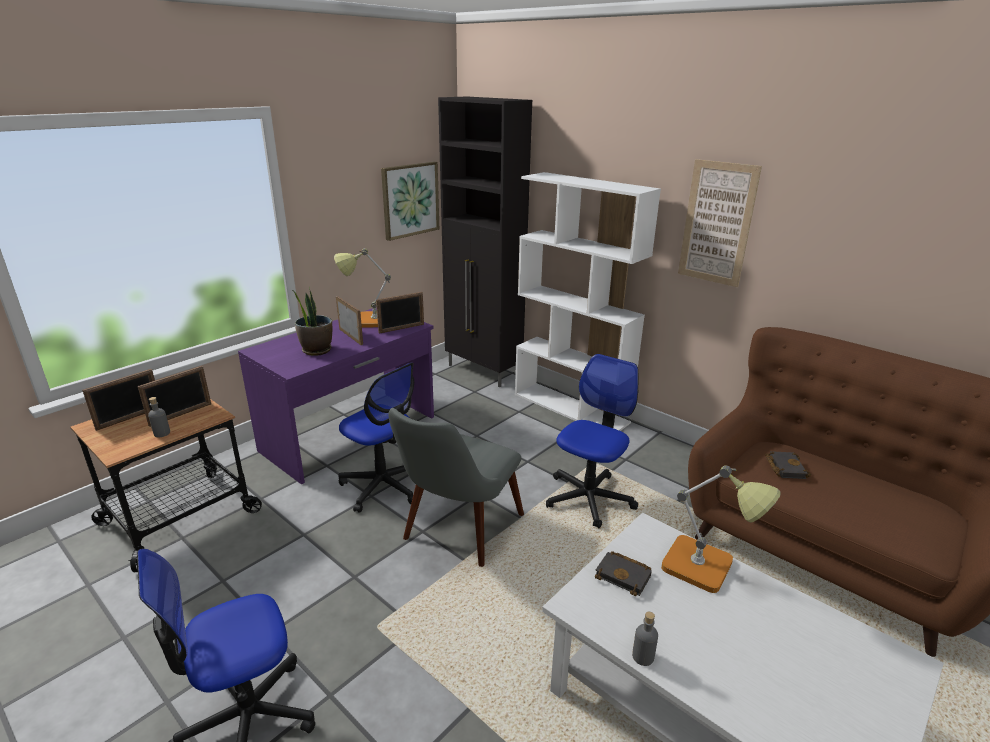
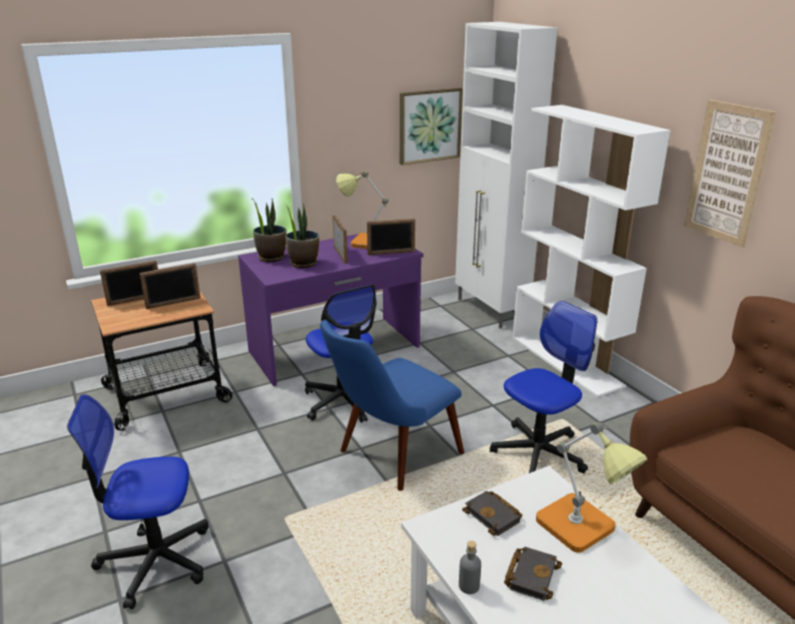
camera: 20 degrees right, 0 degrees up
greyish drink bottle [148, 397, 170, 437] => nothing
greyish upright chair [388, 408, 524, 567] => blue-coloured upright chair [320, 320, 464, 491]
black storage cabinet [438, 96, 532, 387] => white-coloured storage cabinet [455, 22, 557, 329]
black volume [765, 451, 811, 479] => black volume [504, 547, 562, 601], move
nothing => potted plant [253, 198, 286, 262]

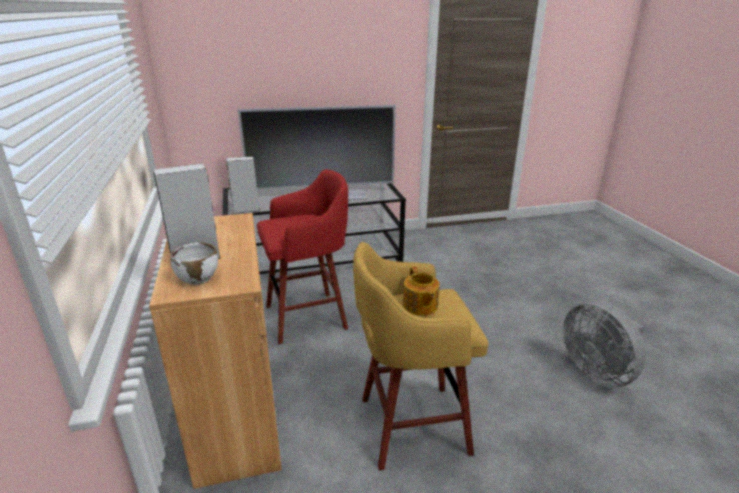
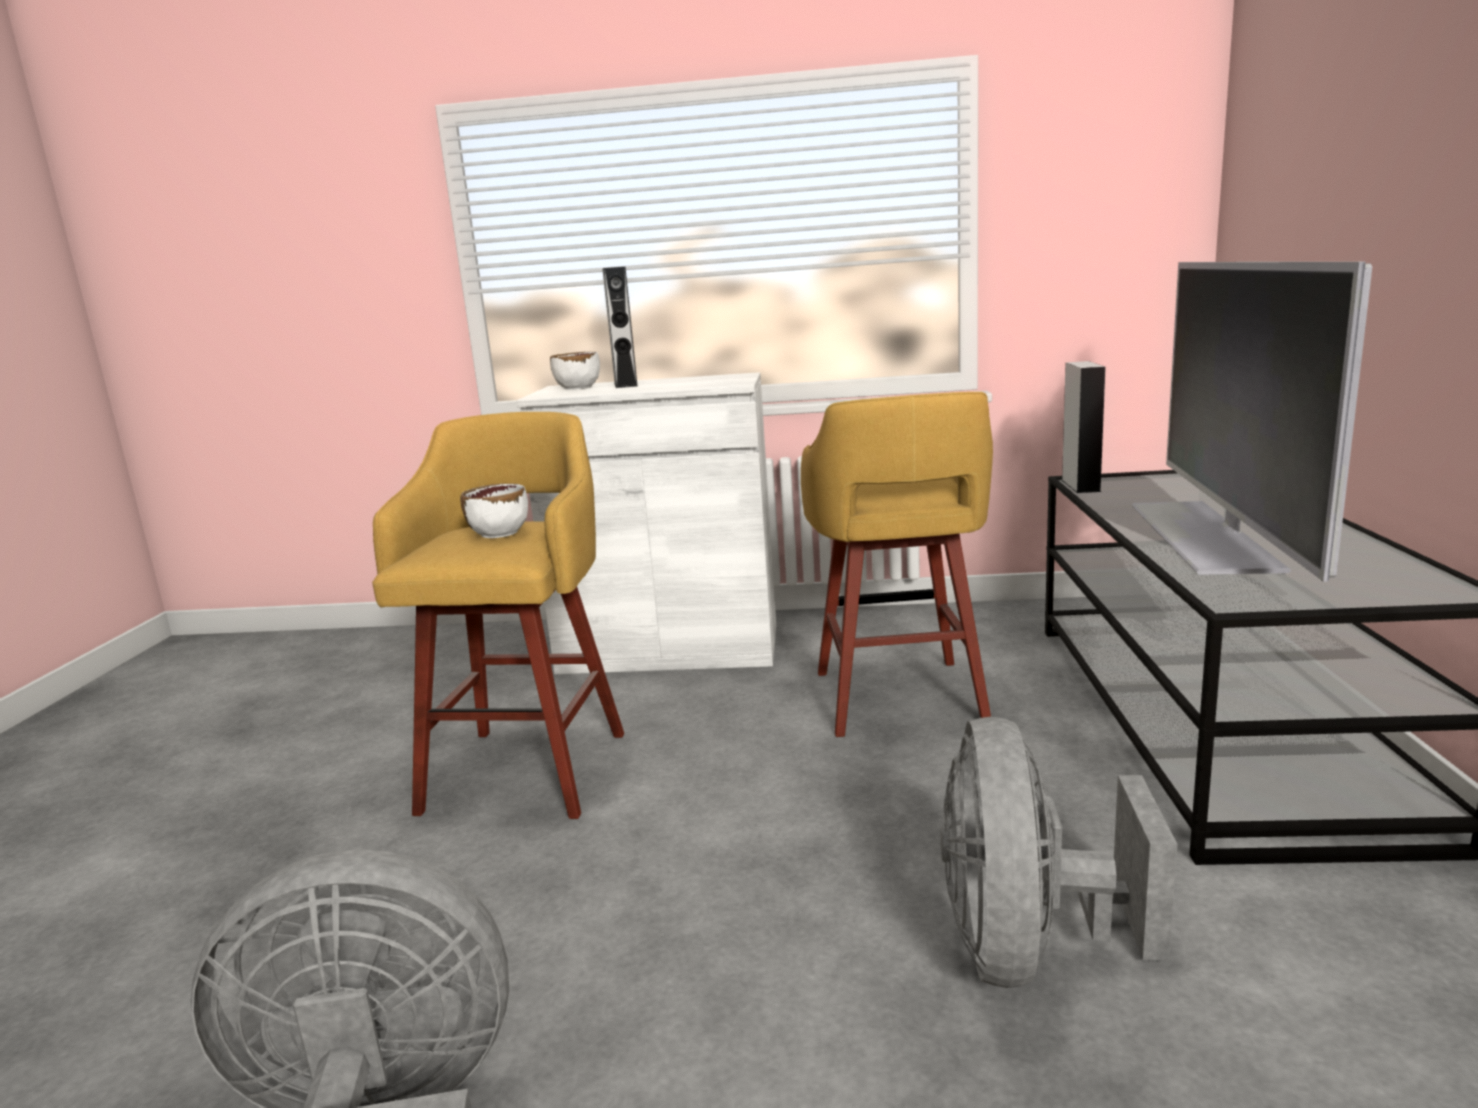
camera: 110 degrees right, 10 degrees down
brownish storage cabinet [149, 213, 282, 489] => white-coloured storage cabinet [517, 372, 776, 674]
reddish sitting stool [257, 170, 348, 344] => yellow sitting stool [801, 392, 993, 737]
pot for tea [403, 266, 440, 316] => white-coloured deep dish [460, 483, 528, 538]
nothing => greyish fan [940, 717, 1178, 988]

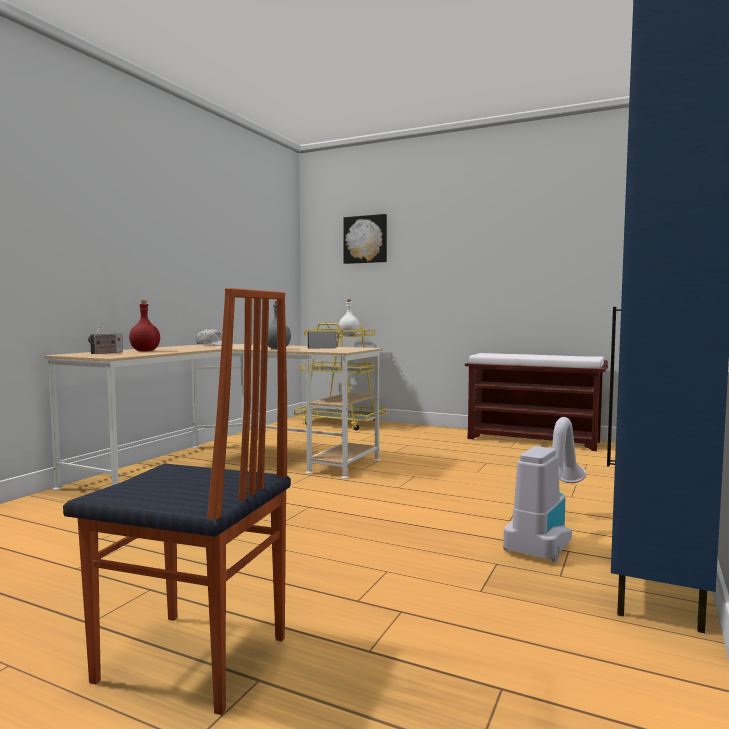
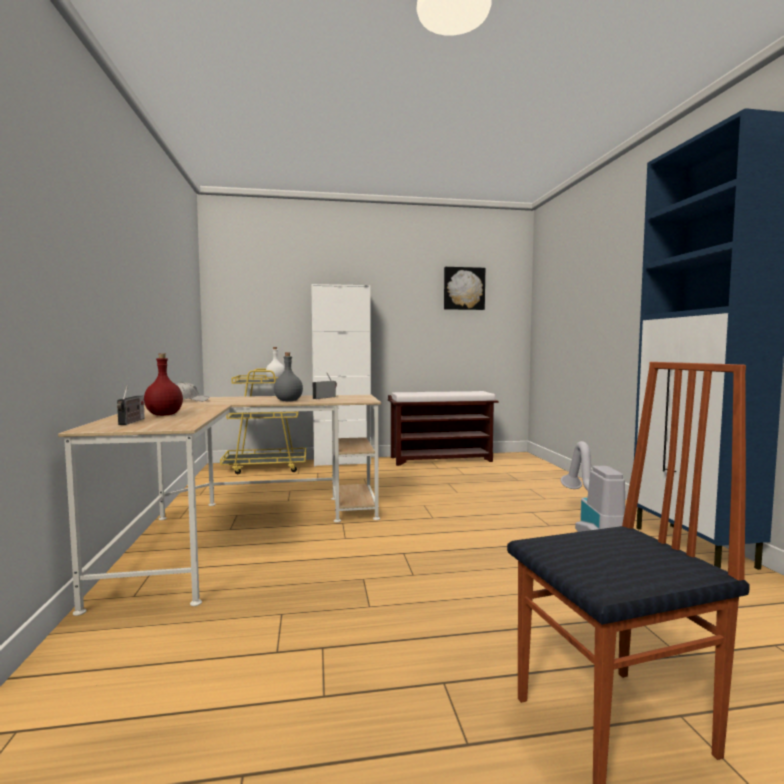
camera: 35 degrees left, 0 degrees up
wall art [343, 214, 387, 264] => wall art [444, 267, 485, 310], move
nothing => white-coloured storage cabinet [311, 284, 371, 467]

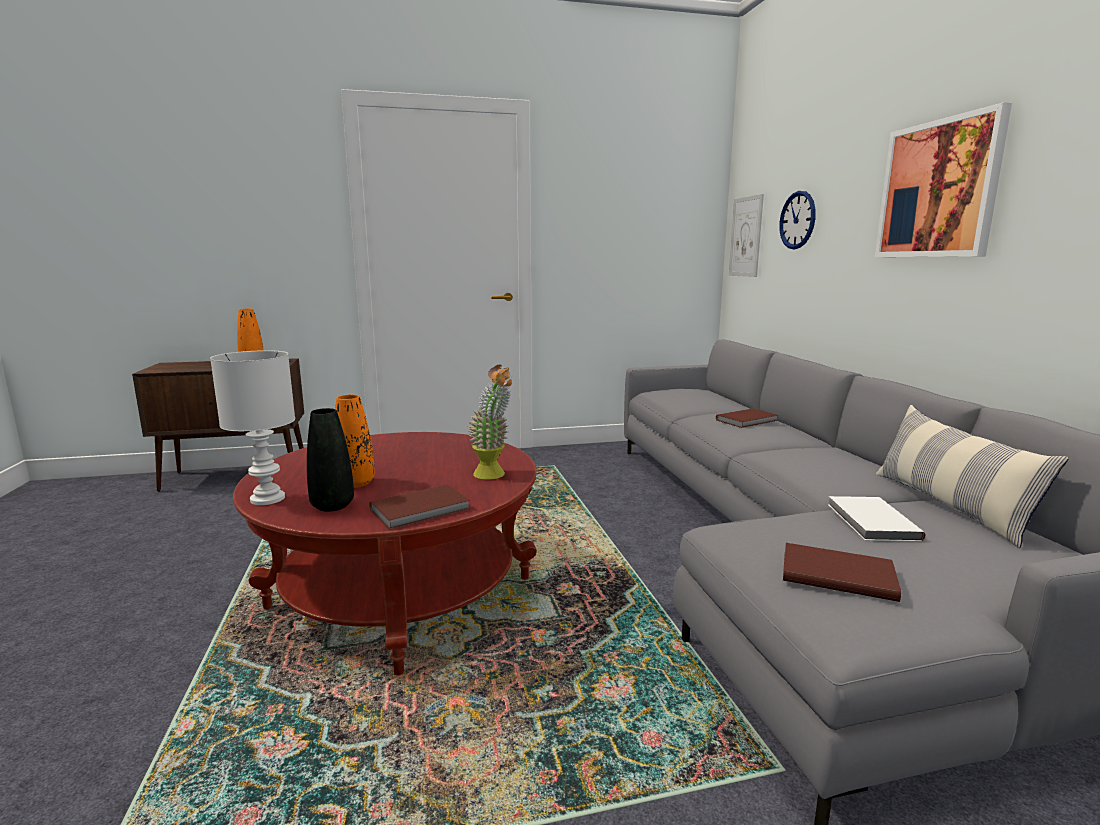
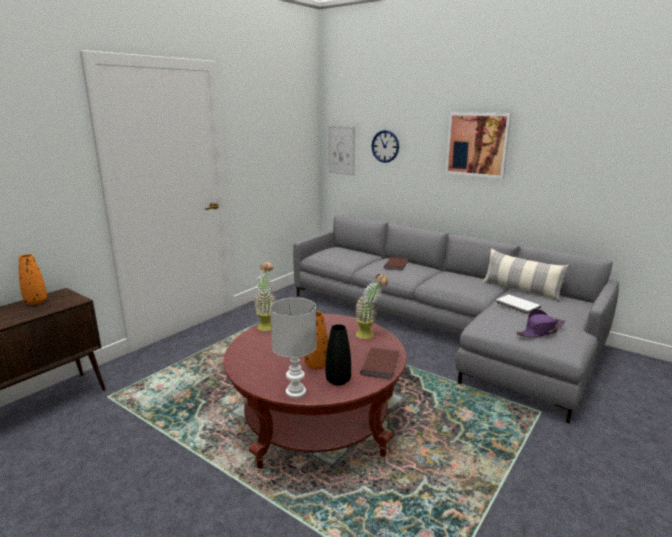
camera: 40 degrees left, 5 degrees up
brownish volume [783, 543, 901, 602] => purplish hat [516, 309, 565, 337]
nothing => potted plant [254, 262, 275, 331]

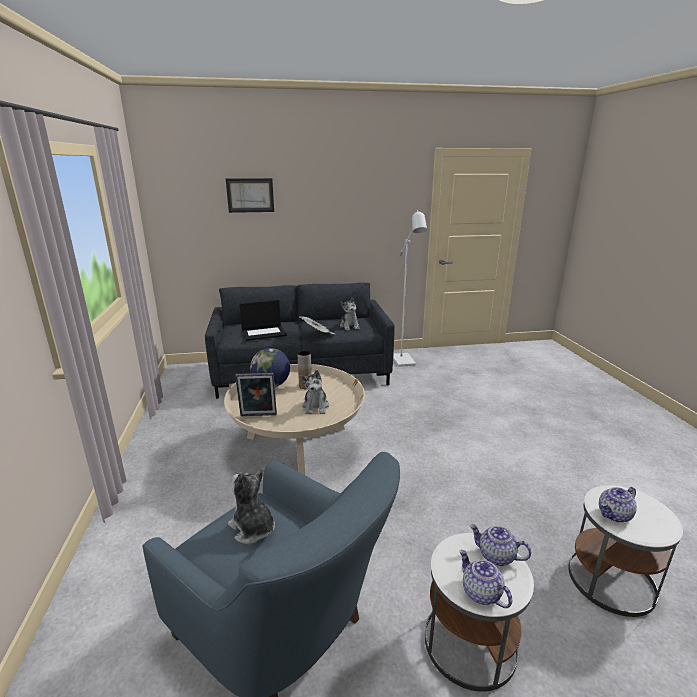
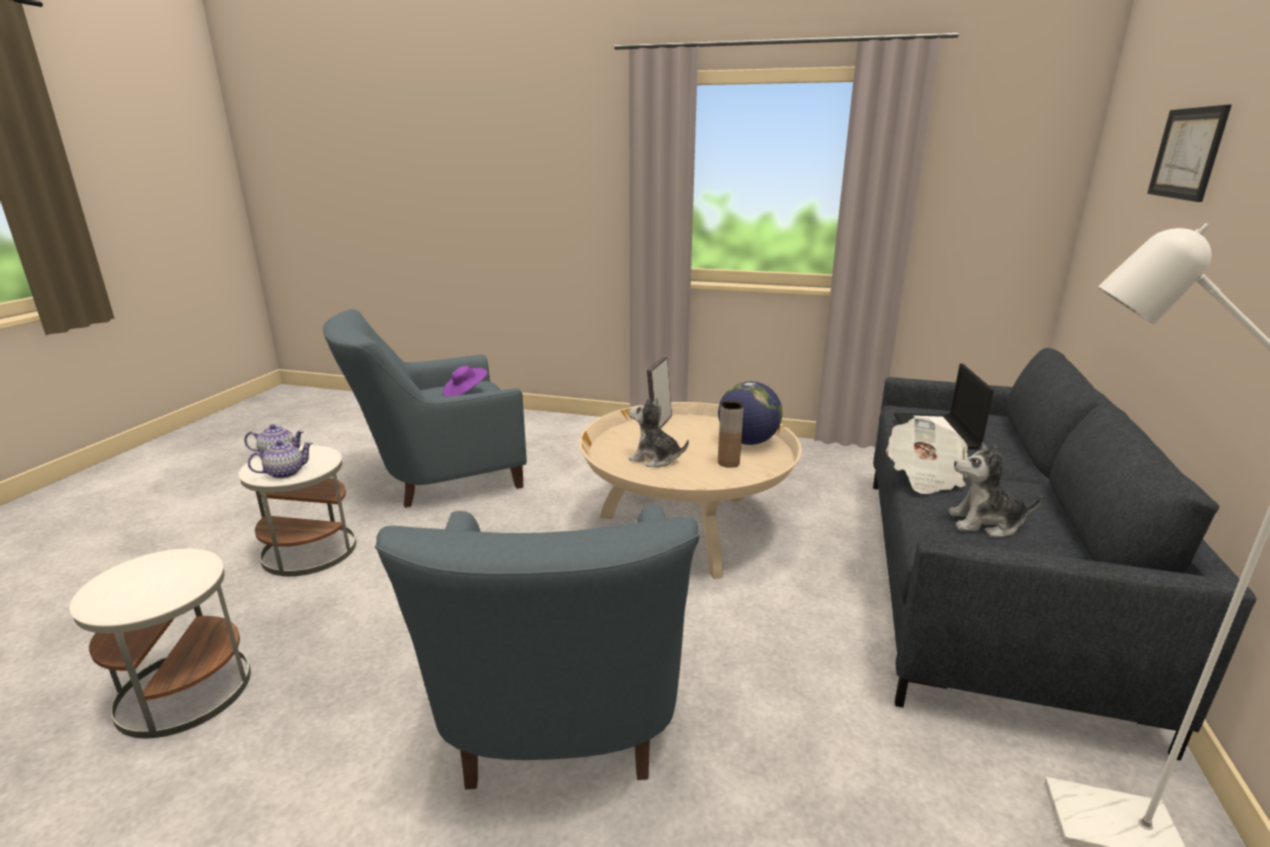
camera: 115 degrees right, 0 degrees up
plush toy [228, 469, 275, 544] => purplish hat [443, 366, 488, 397]
pot for tea [599, 487, 637, 523] => nothing
nothing => blue-coloured easy chair [375, 505, 700, 790]

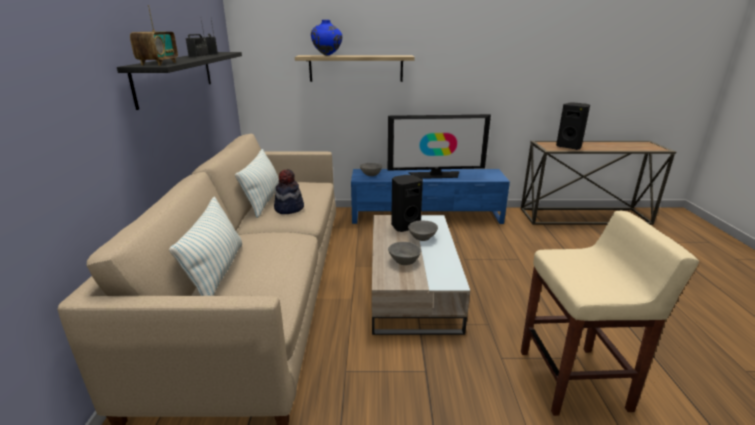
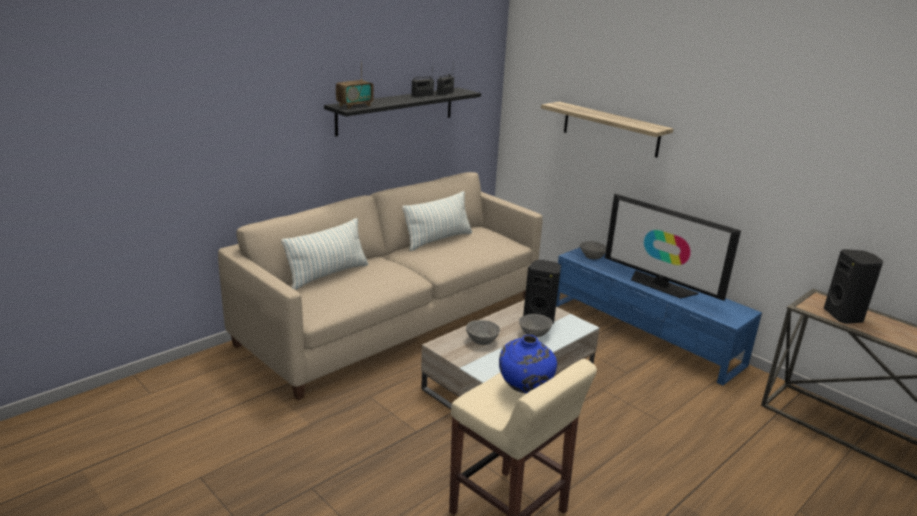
camera: 45 degrees right, 0 degrees up
hat [274, 169, 304, 214] => nothing
blue-coloured decorative vase [311, 20, 342, 56] => blue-coloured decorative vase [499, 335, 557, 393], move

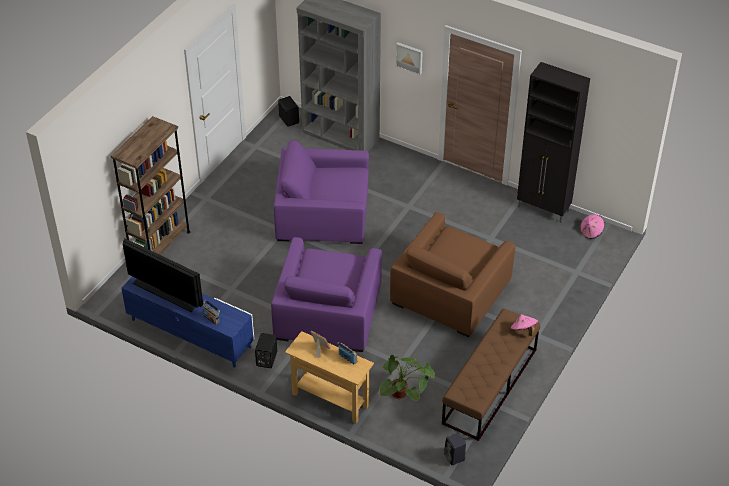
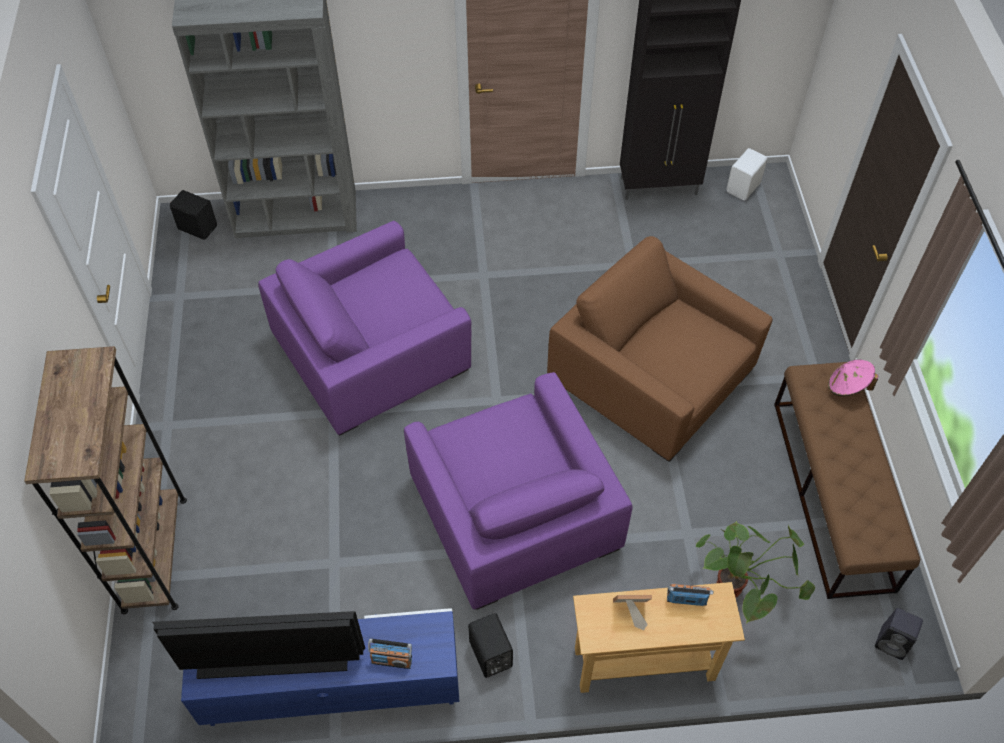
camera: 35 degrees left, 10 degrees up
brownish easy chair [390, 212, 516, 337] => brownish easy chair [547, 236, 773, 462], 135 degrees clockwise
wall art [395, 42, 423, 75] => nothing
pink-coloured hat [580, 214, 605, 239] => white-coloured speaker [726, 148, 767, 200]

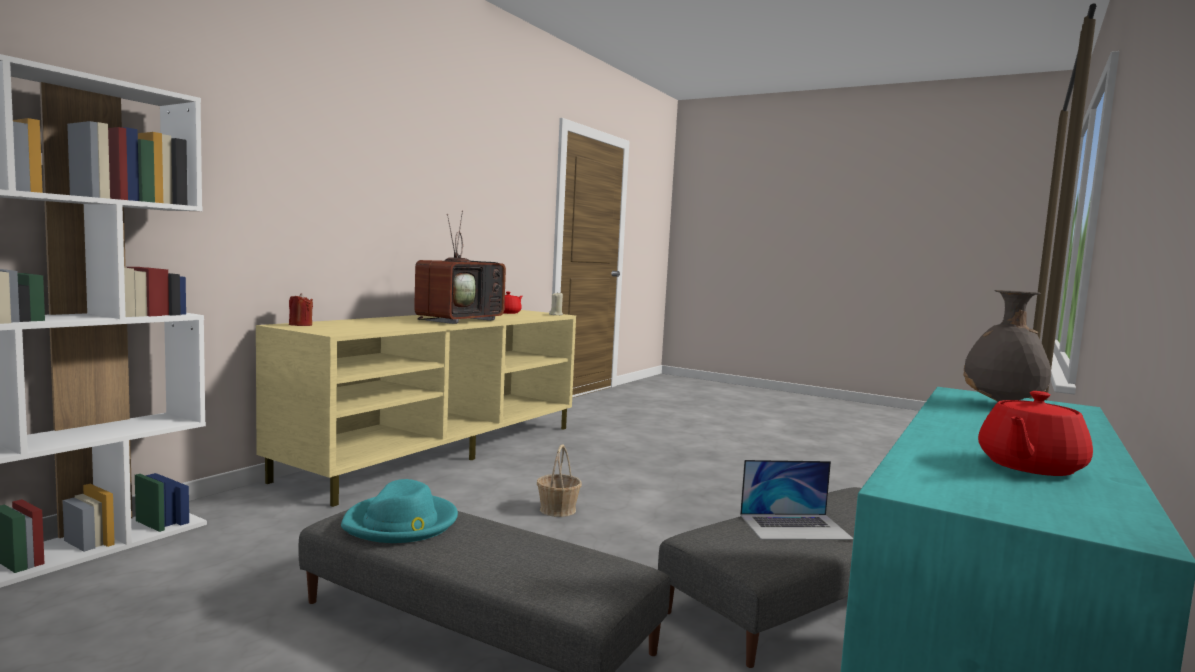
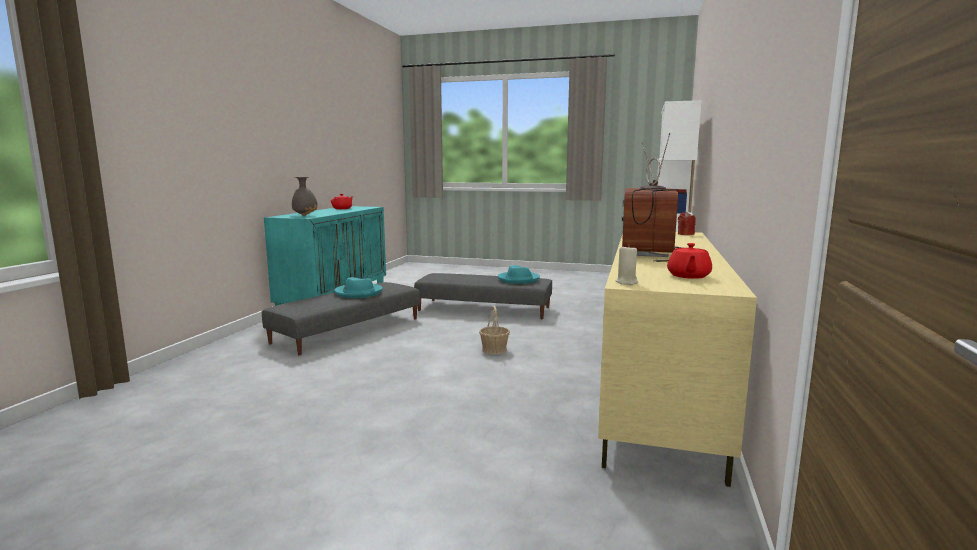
camera: 165 degrees right, 5 degrees up
portable computer [740, 460, 854, 540] => blue-green hat [334, 277, 383, 298]

